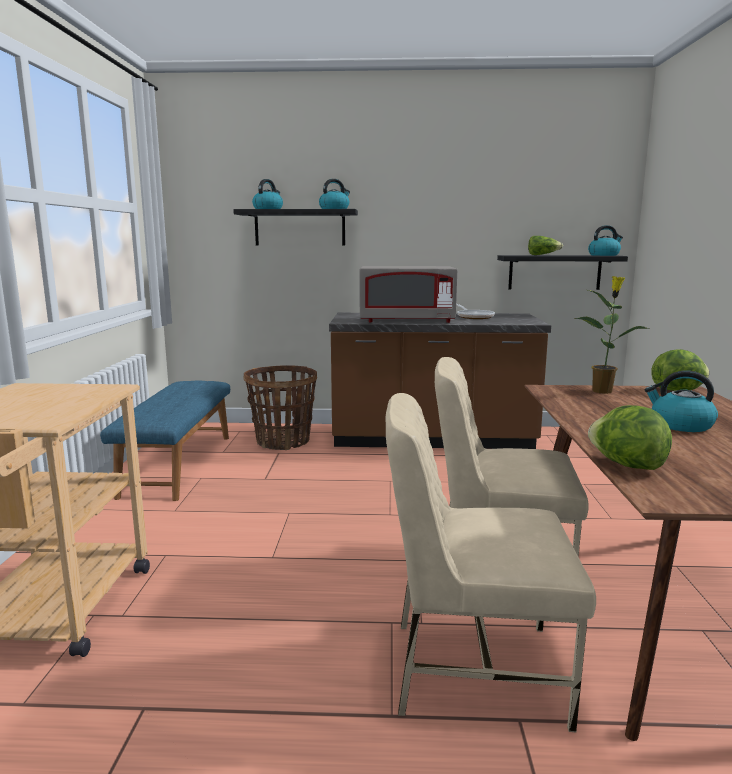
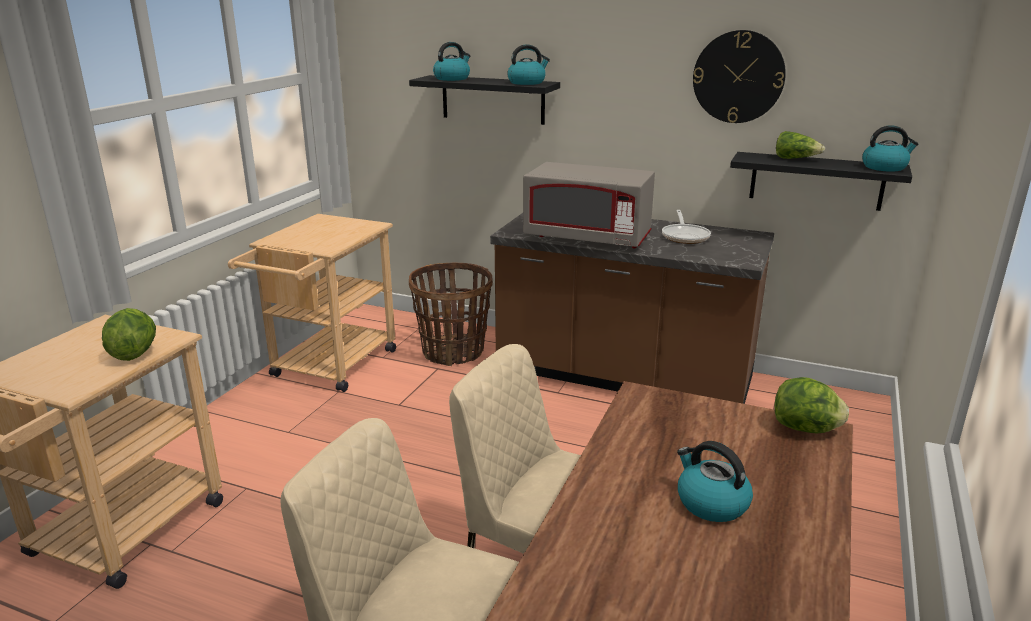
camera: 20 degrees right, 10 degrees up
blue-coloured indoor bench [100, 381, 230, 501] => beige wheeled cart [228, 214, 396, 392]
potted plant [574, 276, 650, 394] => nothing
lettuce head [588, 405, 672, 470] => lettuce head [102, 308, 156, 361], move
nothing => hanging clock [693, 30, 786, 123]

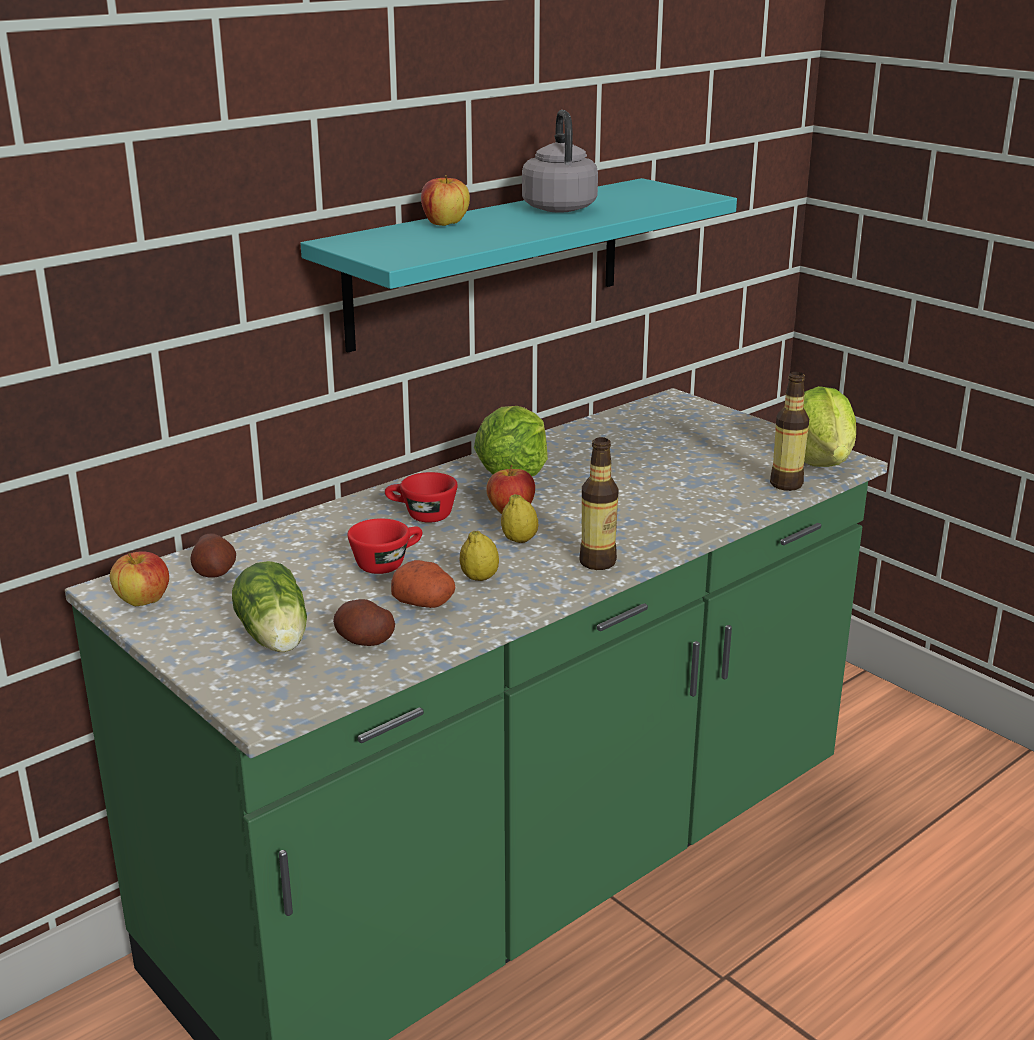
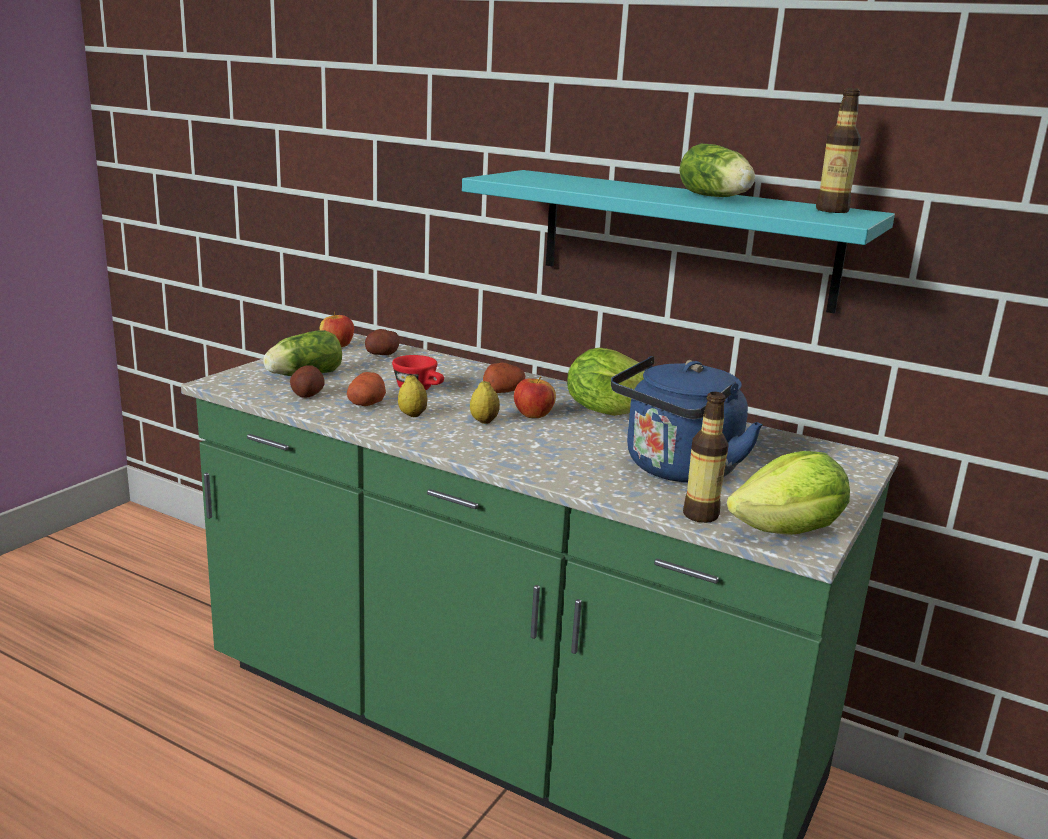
camera: 70 degrees right, 5 degrees down
reddish cup [385, 472, 458, 523] => potato [483, 363, 525, 393]
apple [421, 175, 470, 226] => nothing
greyish kettle [522, 110, 598, 212] => lettuce head [679, 144, 755, 197]
drink bottle [580, 437, 619, 570] => drink bottle [816, 88, 861, 213], move
nothing => blue-coloured kettle [611, 356, 763, 483]

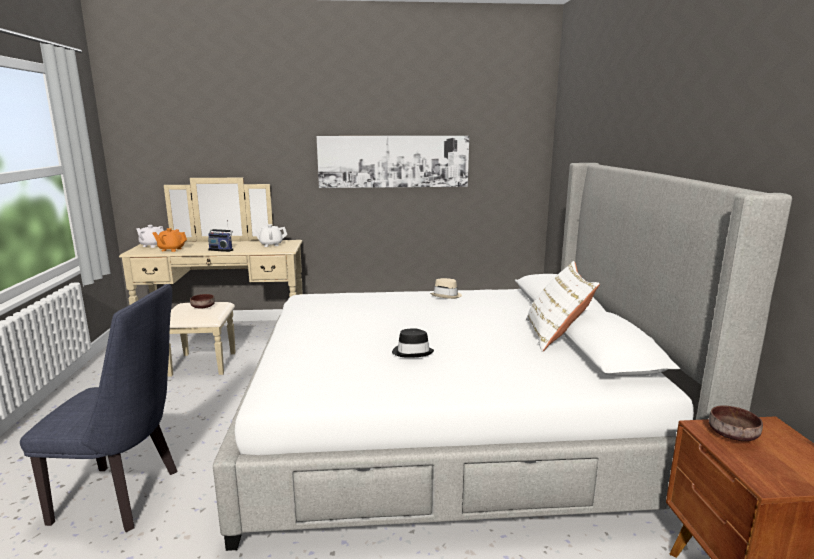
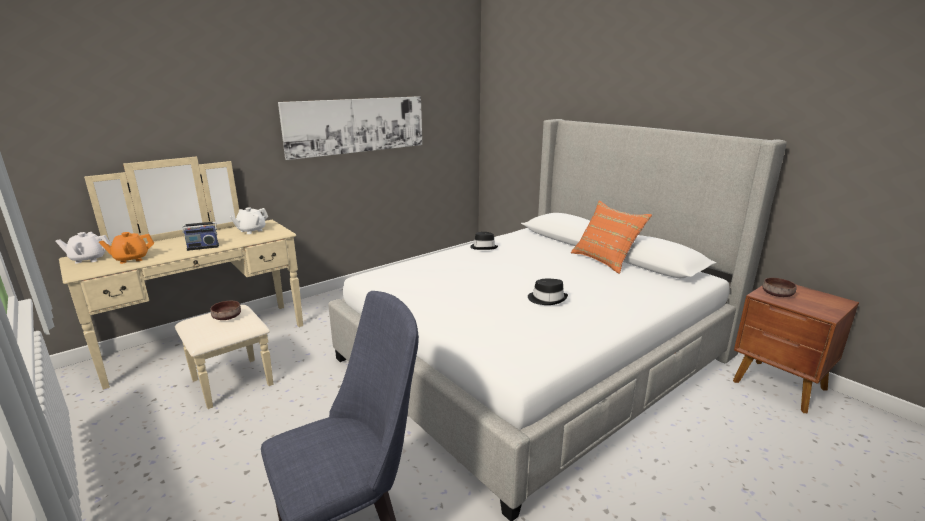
camera: 35 degrees left, 5 degrees up
beige hat [430, 278, 462, 299] => black hat [470, 232, 498, 250]
white-coloured throw pillow [526, 261, 600, 352] => orange-coloured throw pillow [571, 201, 652, 274]

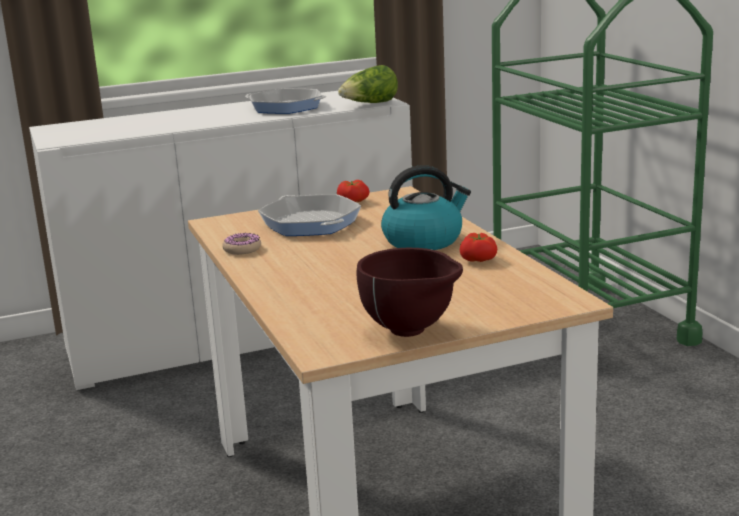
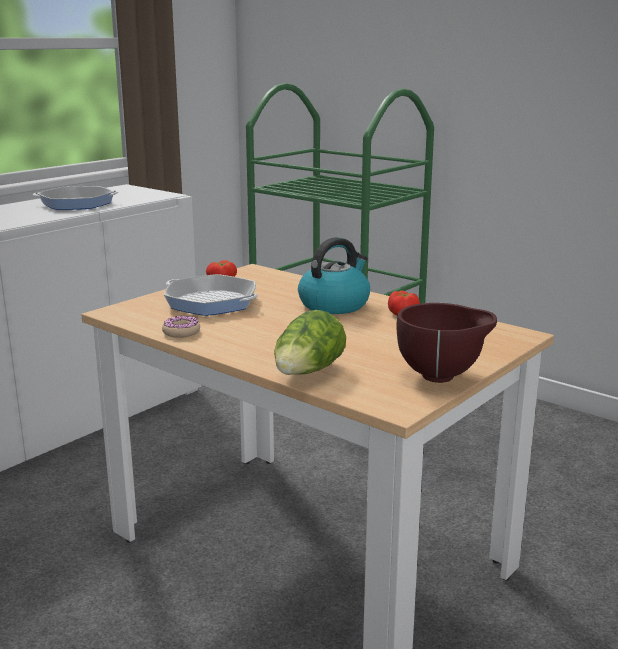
camera: 30 degrees left, 0 degrees up
lettuce head [338, 65, 398, 103] => lettuce head [274, 310, 346, 375], move

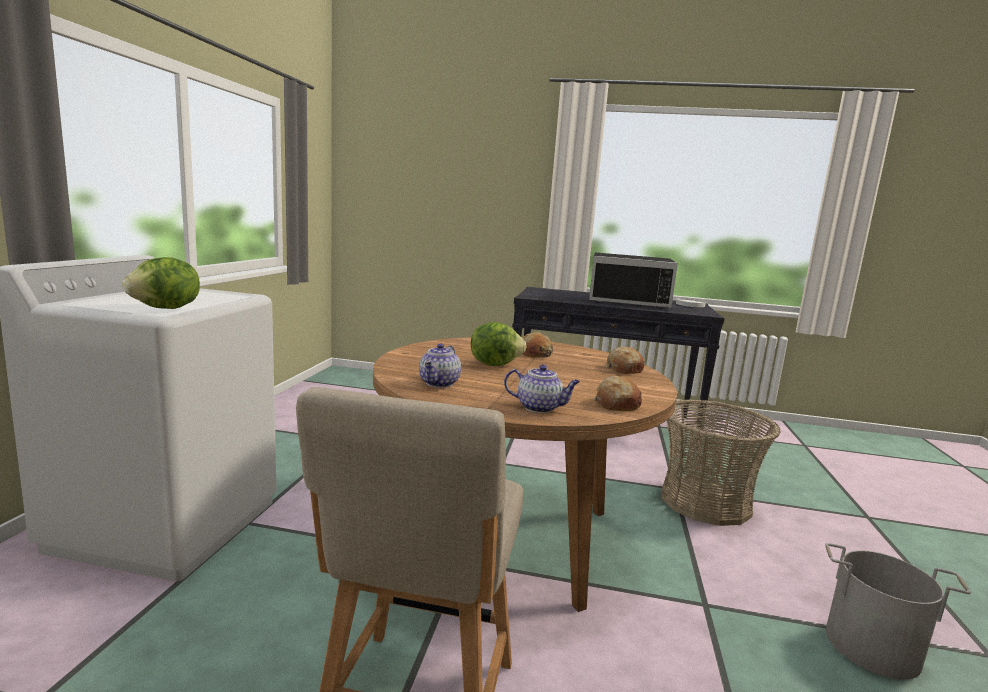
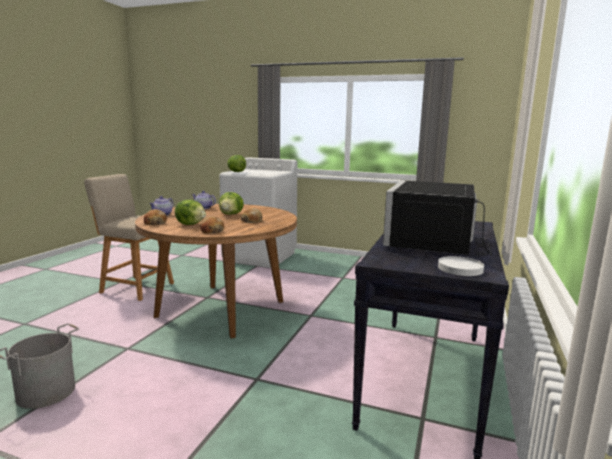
camera: 100 degrees right, 0 degrees up
storage basket [661, 399, 780, 526] => nothing
nothing => lettuce head [175, 200, 206, 225]

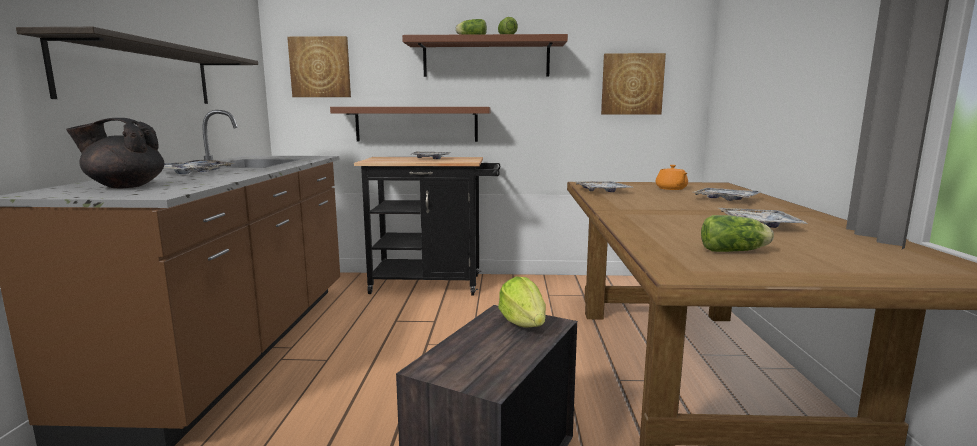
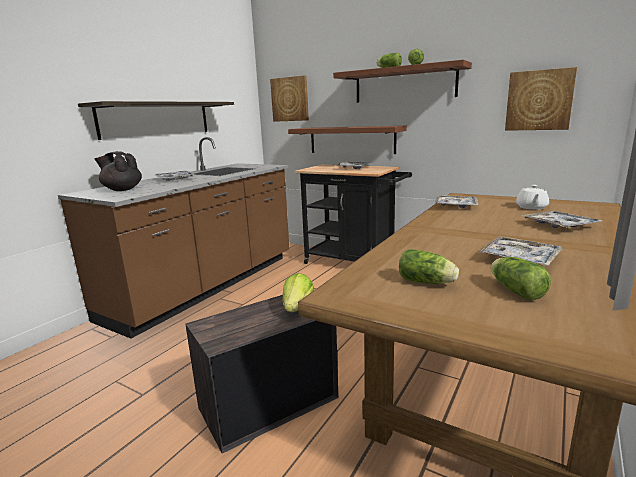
camera: 30 degrees right, 5 degrees up
orange-coloured pot for tea [655, 165, 688, 190] => white-coloured pot for tea [516, 185, 549, 210]
nothing => lettuce head [491, 257, 551, 300]

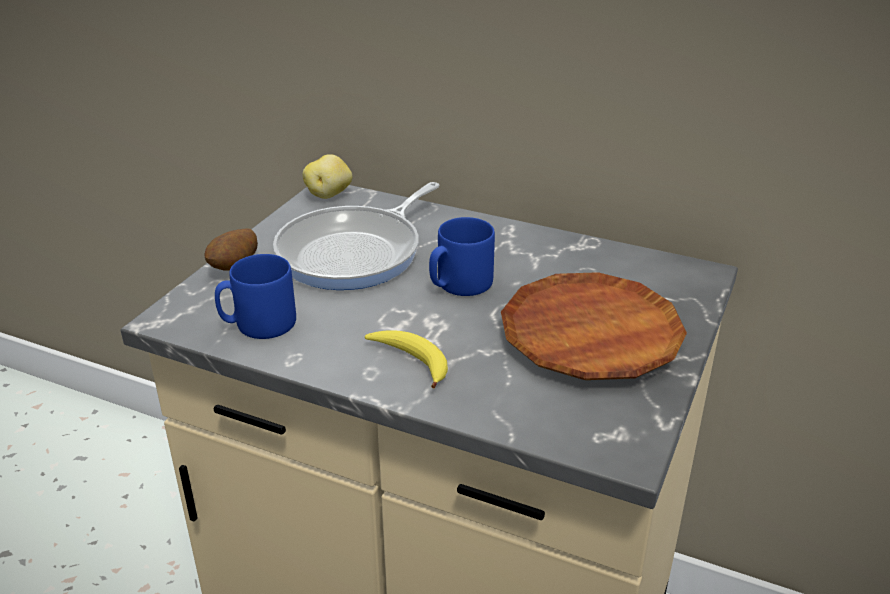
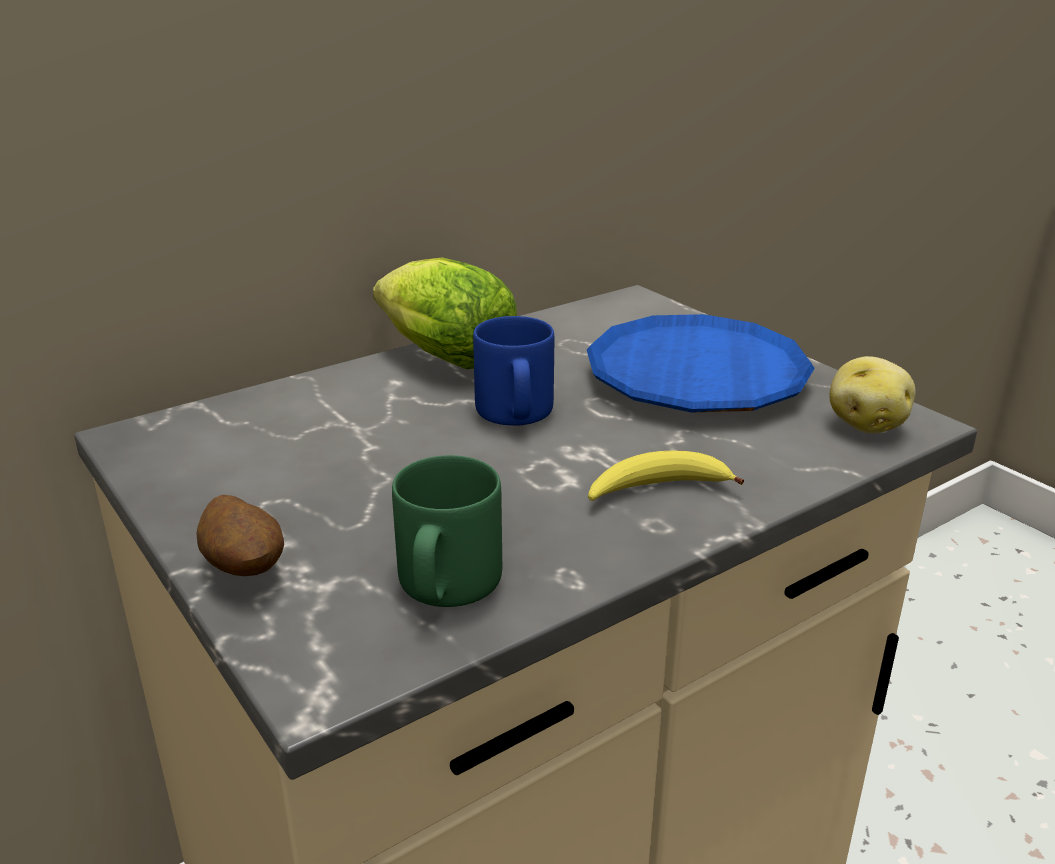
camera: 60 degrees left, 5 degrees down
blue-coloured mug [215, 254, 296, 339] => greenish mug [392, 455, 502, 607]
pan [273, 182, 439, 290] => nothing
potato [303, 154, 352, 199] => potato [830, 356, 916, 434], move
brownish flat dish [501, 272, 687, 380] => blue-coloured flat dish [587, 314, 815, 413]
nothing => lettuce head [373, 258, 517, 370]

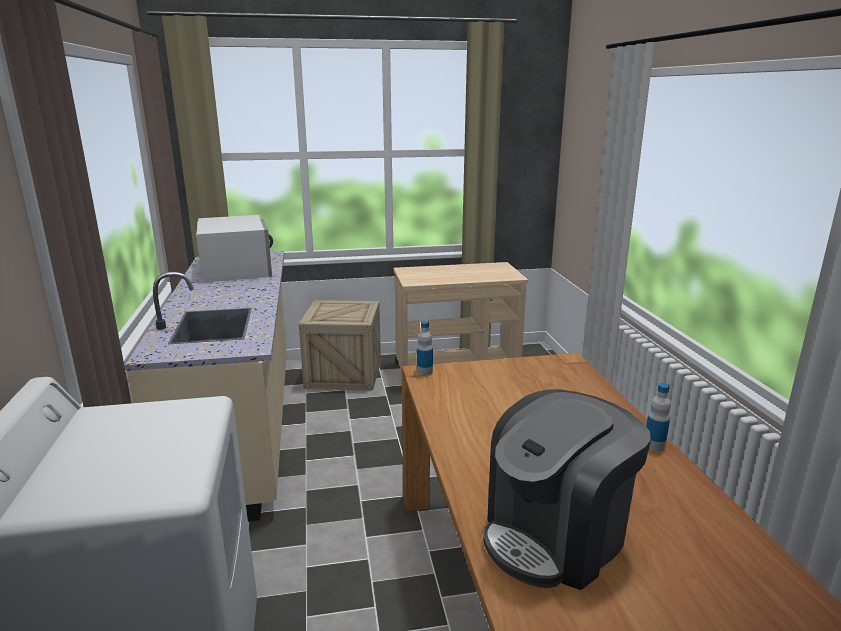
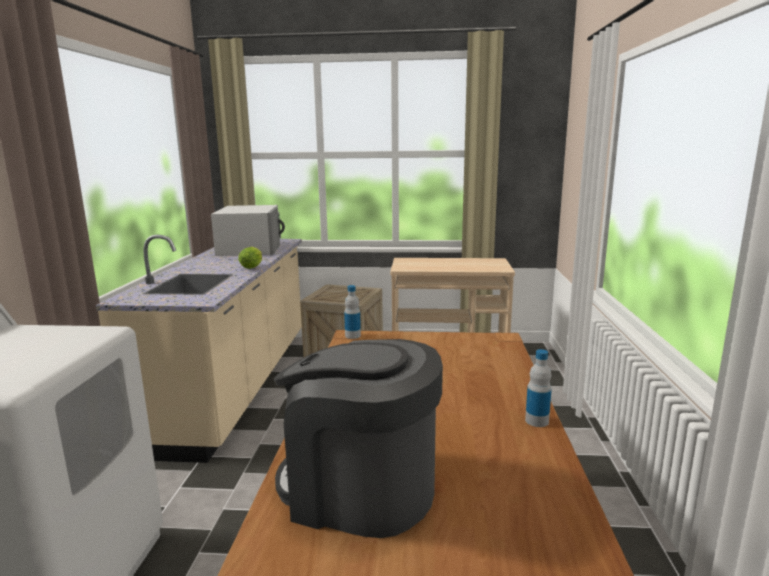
camera: 15 degrees right, 5 degrees down
coffee machine [483, 389, 651, 590] => coffee machine [274, 339, 443, 538], 45 degrees clockwise
nothing => lettuce head [238, 247, 262, 269]

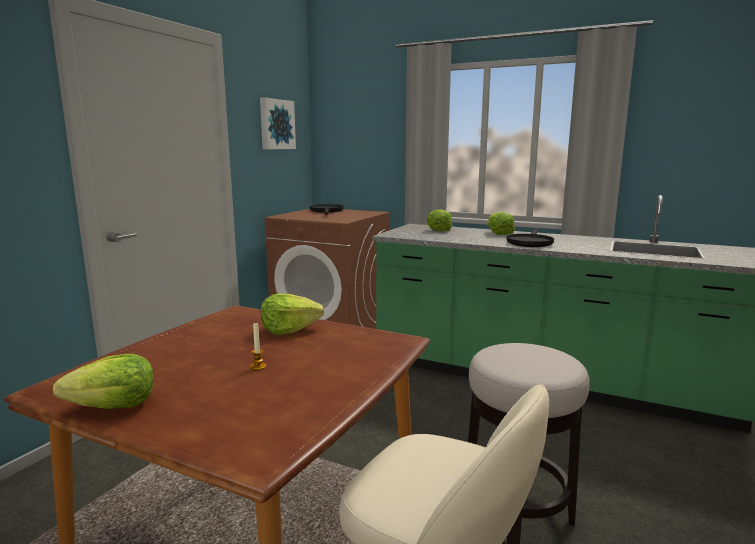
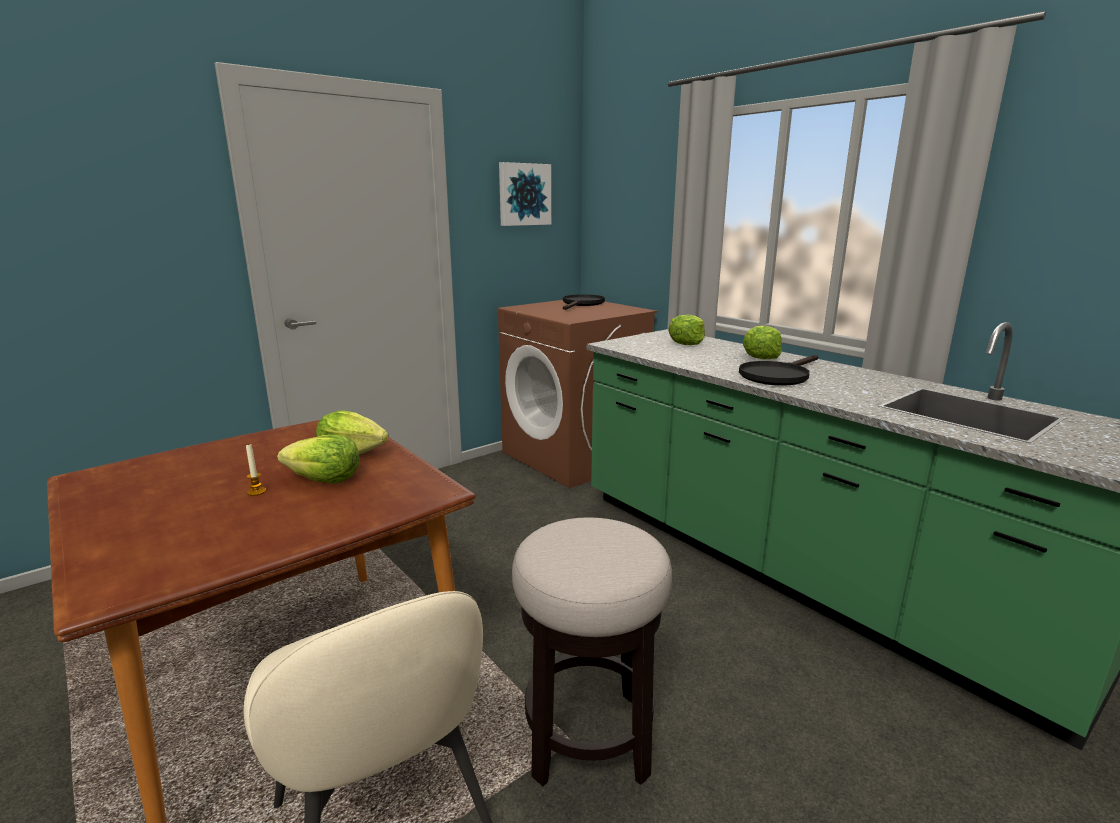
camera: 25 degrees right, 5 degrees up
lettuce head [53, 354, 154, 409] => lettuce head [277, 435, 360, 483], move

